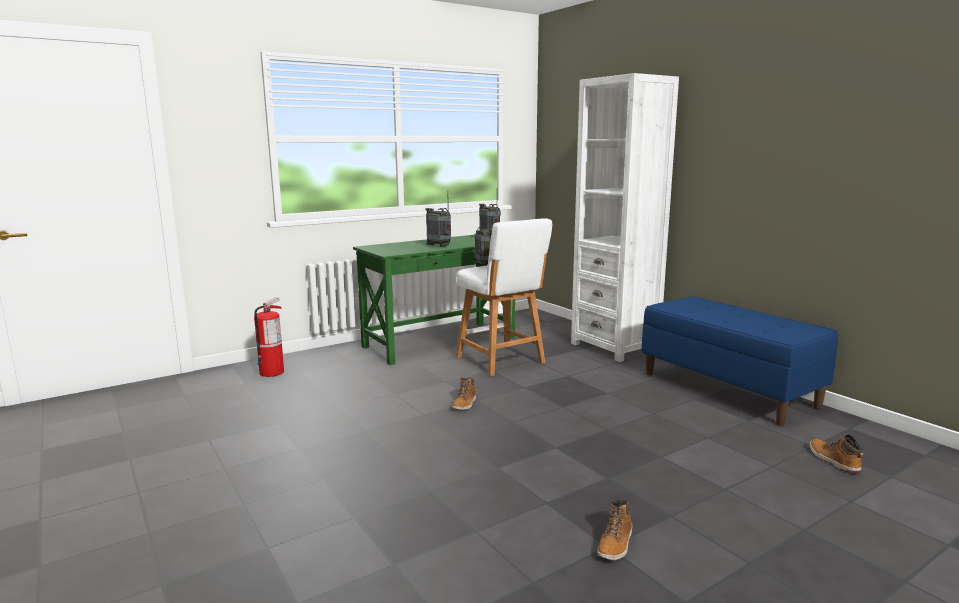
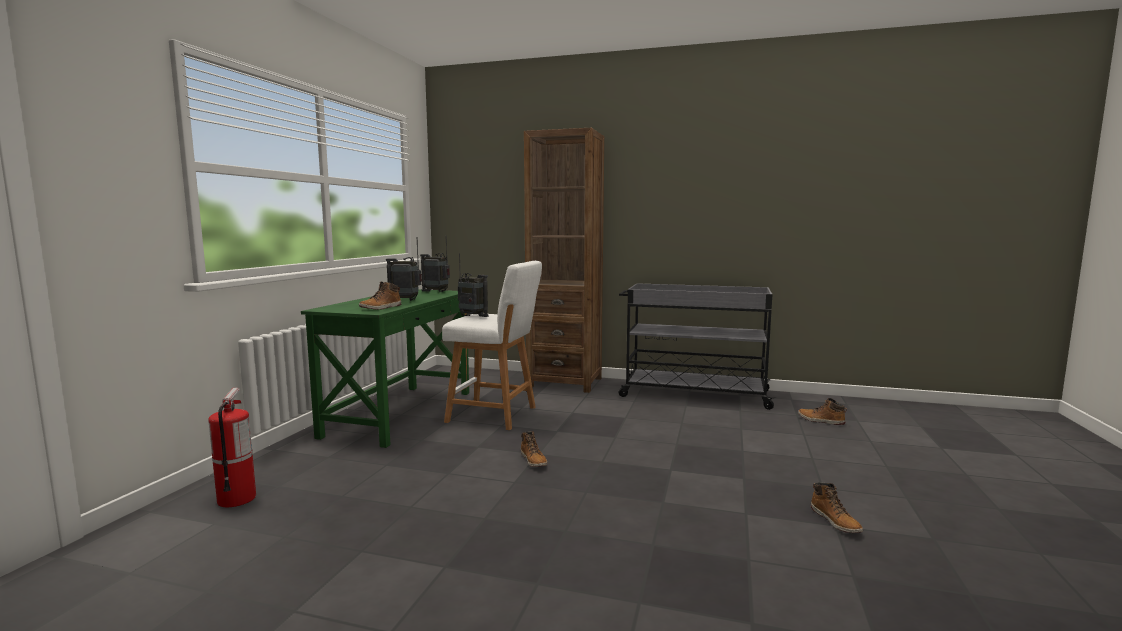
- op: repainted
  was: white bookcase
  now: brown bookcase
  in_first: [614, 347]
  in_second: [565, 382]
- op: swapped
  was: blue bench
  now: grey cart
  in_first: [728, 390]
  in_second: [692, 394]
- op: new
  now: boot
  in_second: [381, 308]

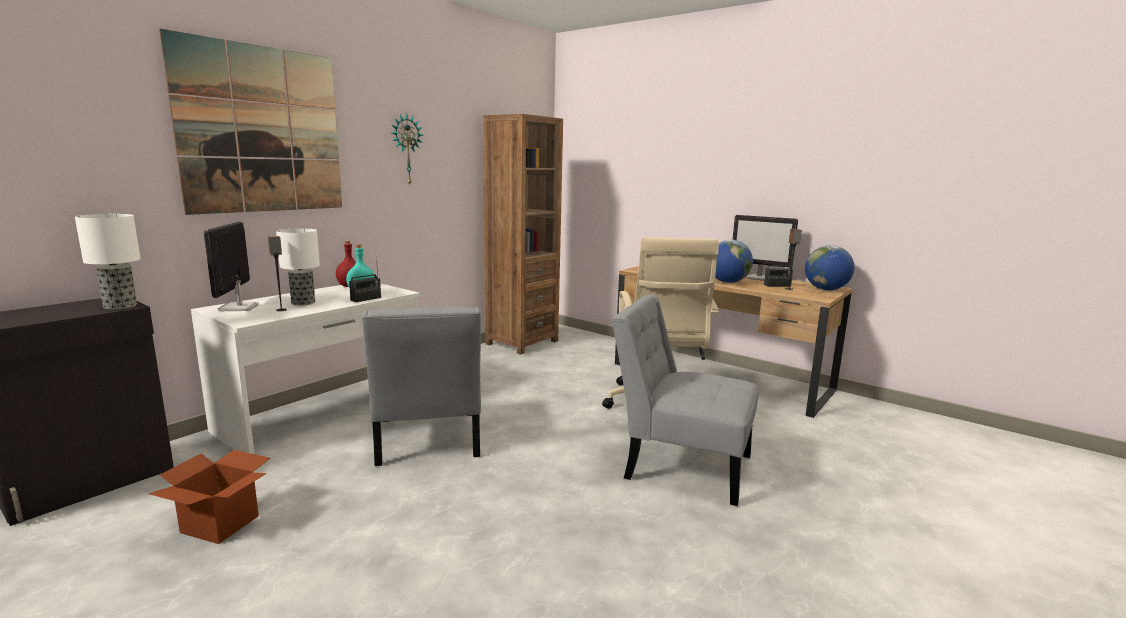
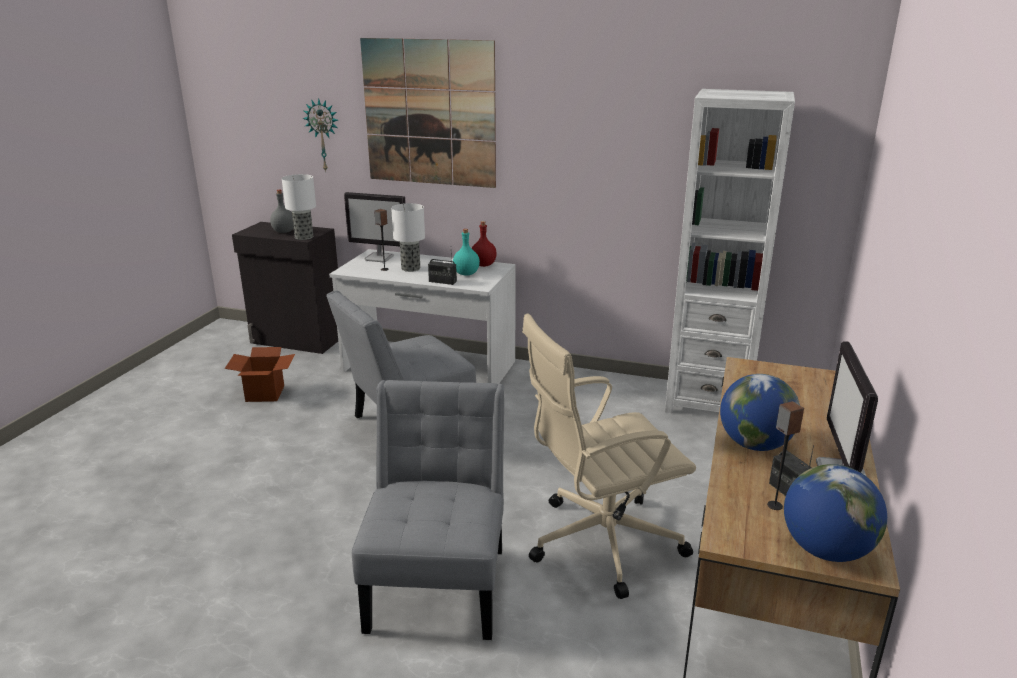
- op: rotated
  was: monitor
  in_first: [238, 308]
  in_second: [380, 258]
  clockwise: -135
- op: shifted
  was: wall clock
  in_first: [406, 150]
  in_second: [323, 135]
- op: repainted
  was: brown bookcase
  now: white bookcase
  in_first: [521, 342]
  in_second: [708, 402]
- op: new
  now: grey bottle
  in_second: [284, 231]

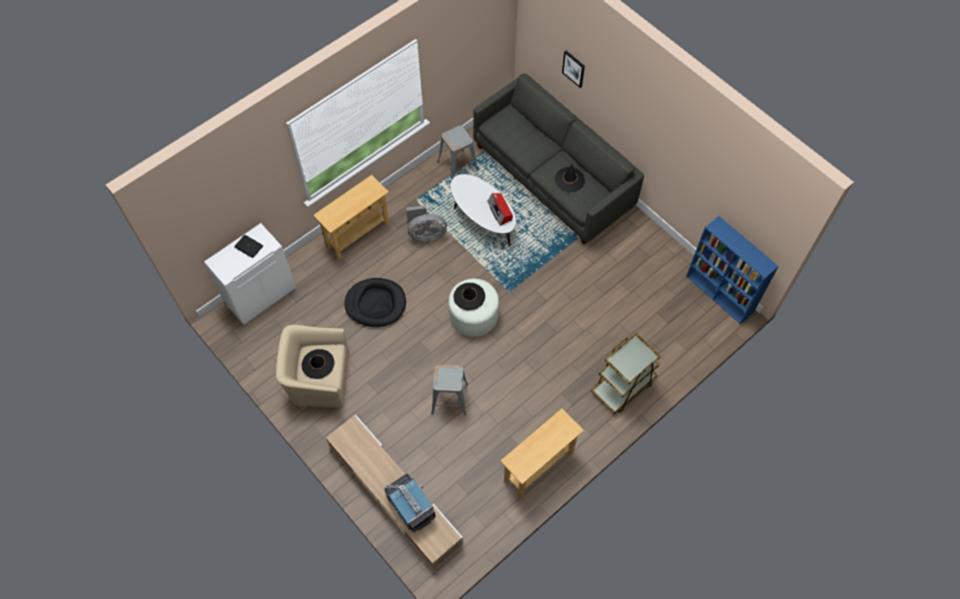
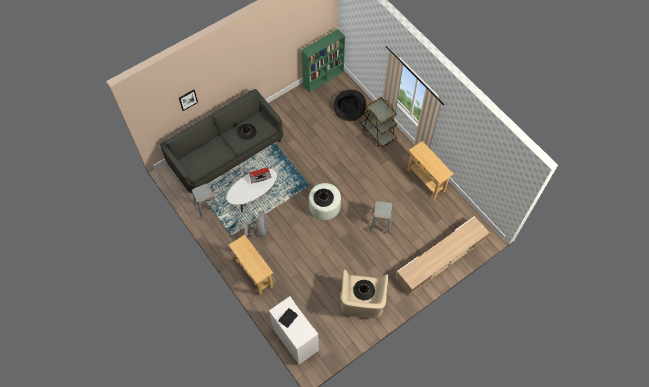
- op: shifted
  was: black dog bed
  in_first: [375, 304]
  in_second: [349, 106]
- op: gone
  was: television
  in_first: [410, 505]
- op: repainted
  was: blue bookcase
  now: green bookcase
  in_first: [720, 294]
  in_second: [323, 78]

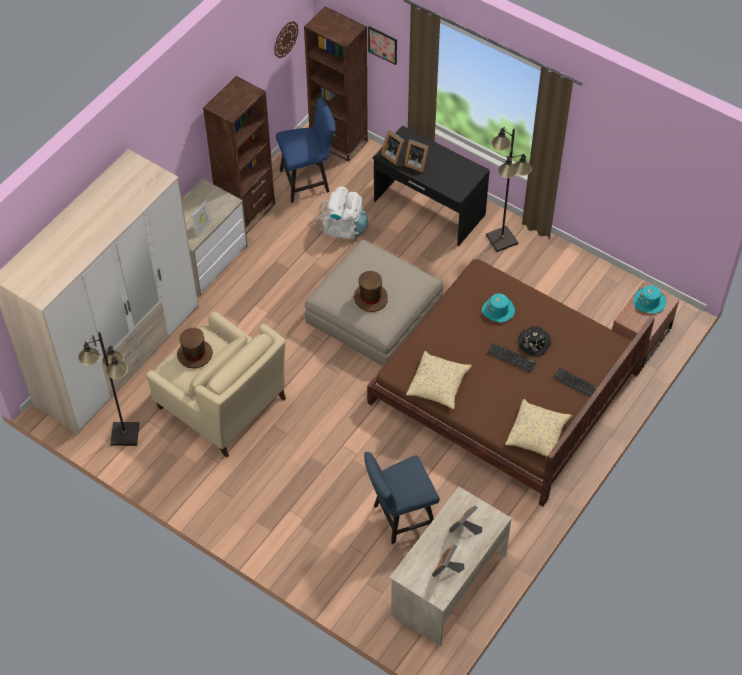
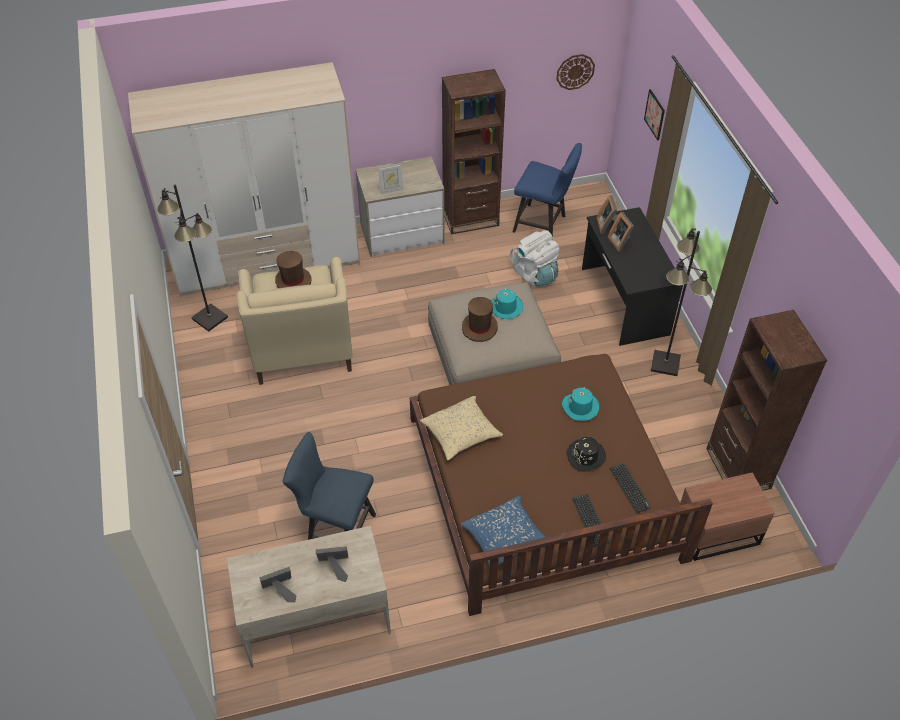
- op: shifted
  was: brown bookcase
  in_first: [338, 141]
  in_second: [738, 468]
- op: shifted
  was: keyboard
  in_first: [511, 357]
  in_second: [630, 488]
- op: repainted
  was: beige pillow
  now: blue pillow
  in_first: [537, 434]
  in_second: [505, 538]
- op: shifted
  was: turquoise hat
  in_first: [649, 302]
  in_second: [505, 307]

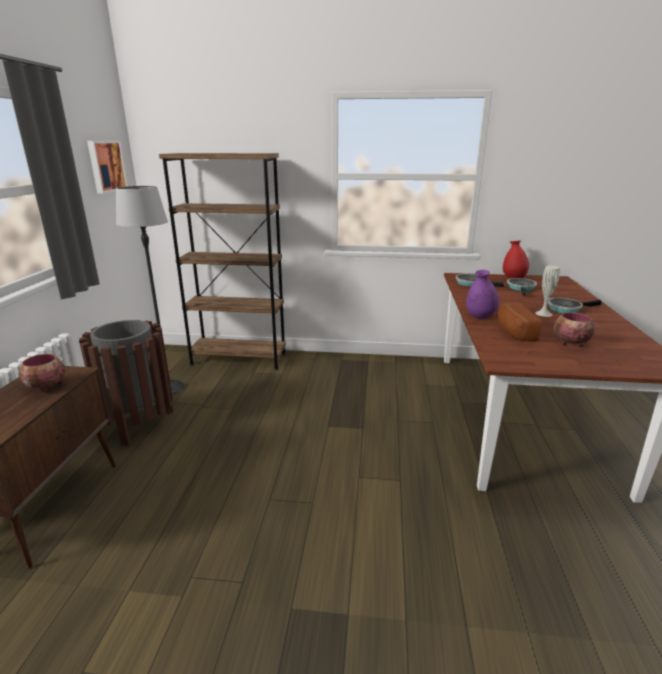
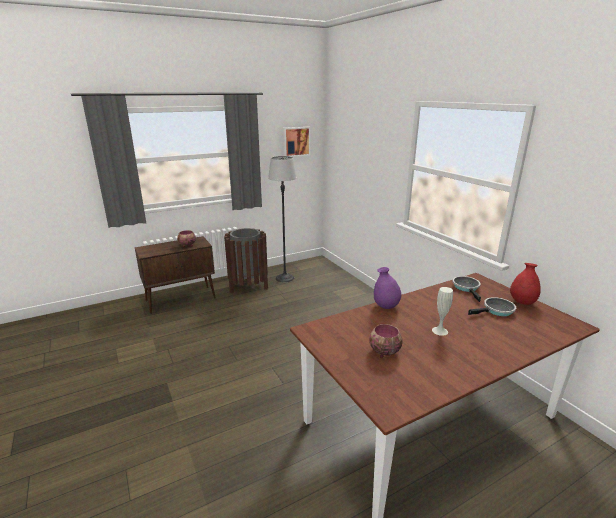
- op: gone
  was: brown bookcase
  in_first: [238, 358]
- op: gone
  was: bread
  in_first: [513, 332]
- op: gone
  was: frying pan
  in_first: [566, 309]

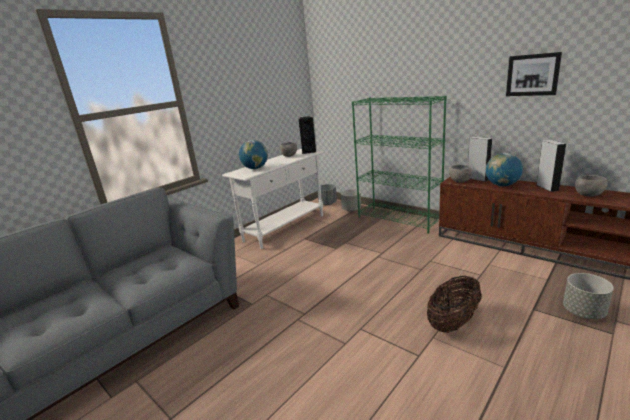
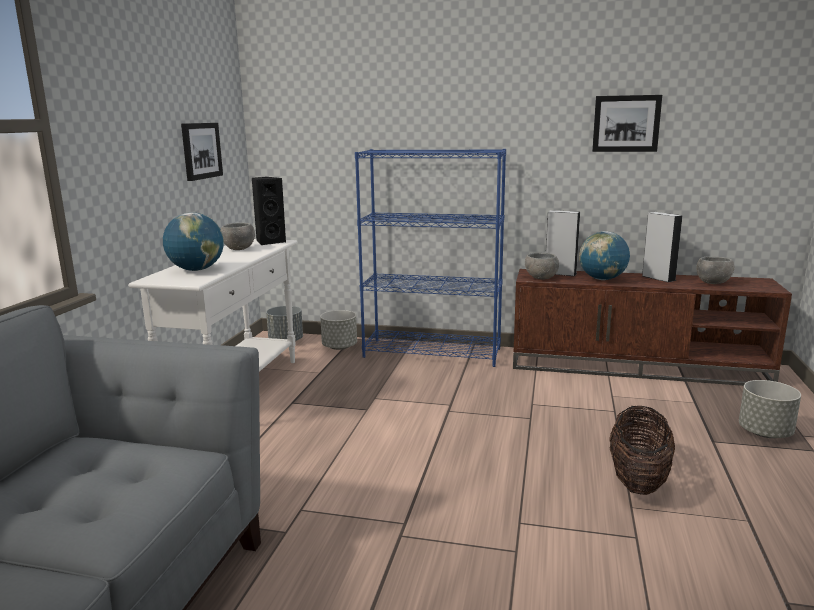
- op: repainted
  was: green bookcase
  now: blue bookcase
  in_first: [399, 219]
  in_second: [433, 352]
- op: new
  now: picture
  in_second: [201, 150]

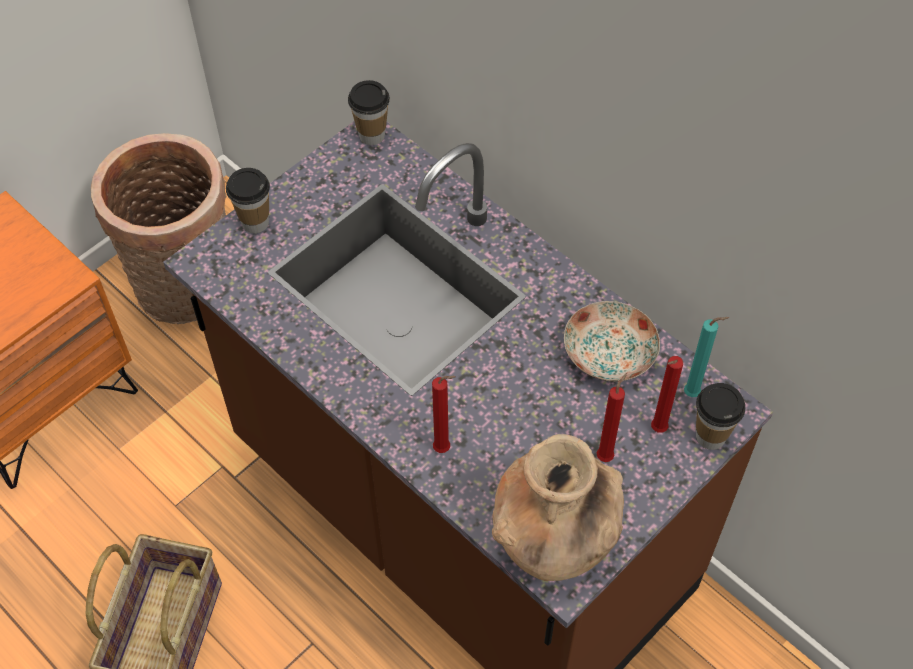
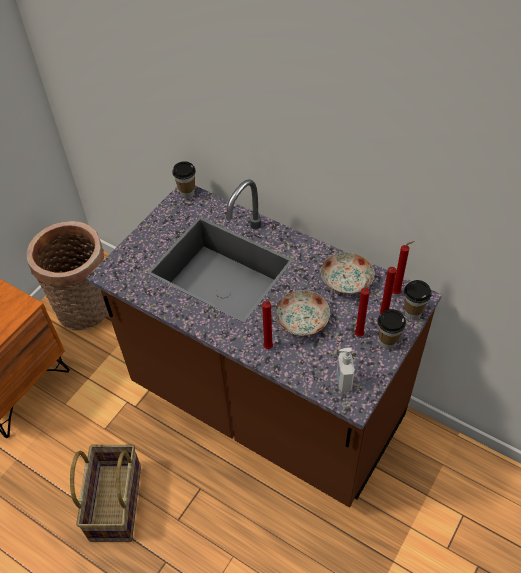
- op: shifted
  was: cup
  in_first: [255, 222]
  in_second: [387, 342]
- op: swapped
  was: brown vase
  now: soap dispenser
  in_first: [554, 537]
  in_second: [343, 382]
- op: repainted
  was: turquoise candle
  now: red candle
  in_first: [694, 394]
  in_second: [397, 293]
- op: new
  now: plate
  in_second: [301, 319]

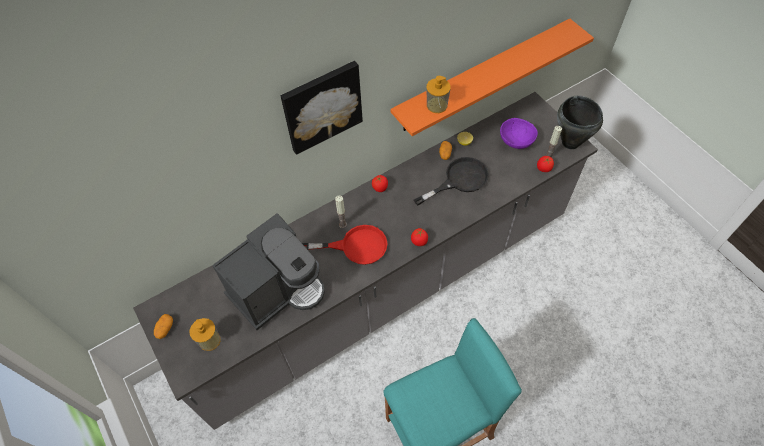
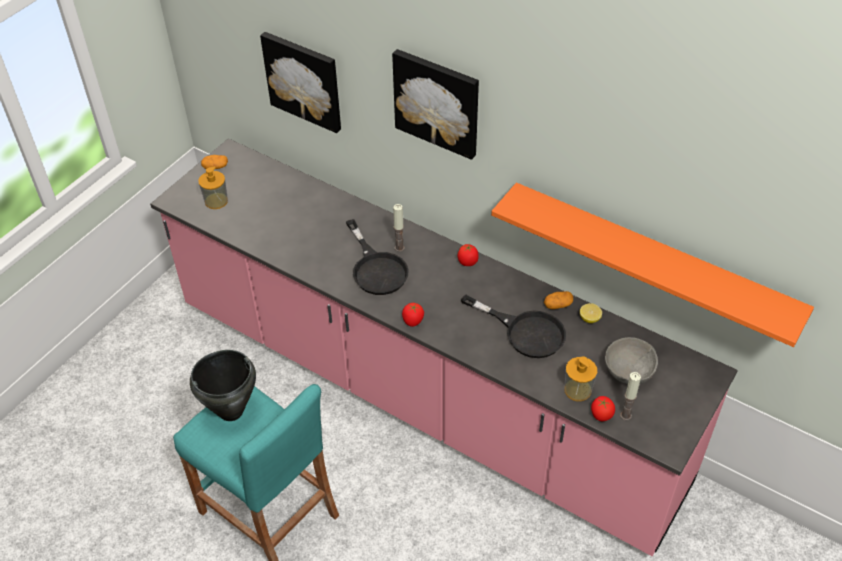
- op: repainted
  was: grey counter
  now: pink counter
  in_first: [384, 289]
  in_second: [422, 393]
- op: gone
  was: coffee machine
  in_first: [278, 289]
- op: repainted
  was: red frying pan
  now: black frying pan
  in_first: [355, 246]
  in_second: [376, 268]
- op: shifted
  was: soap dispenser
  in_first: [437, 105]
  in_second: [577, 390]
- op: repainted
  was: purple bowl
  now: grey bowl
  in_first: [515, 141]
  in_second: [628, 371]
- op: shifted
  was: black cooking pot
  in_first: [570, 143]
  in_second: [230, 411]
- op: new
  now: picture
  in_second: [304, 80]

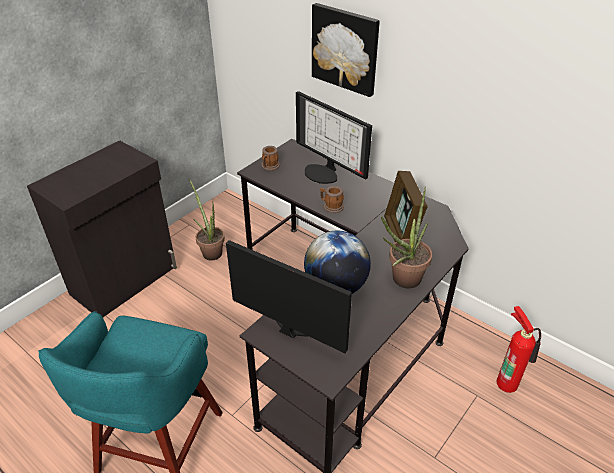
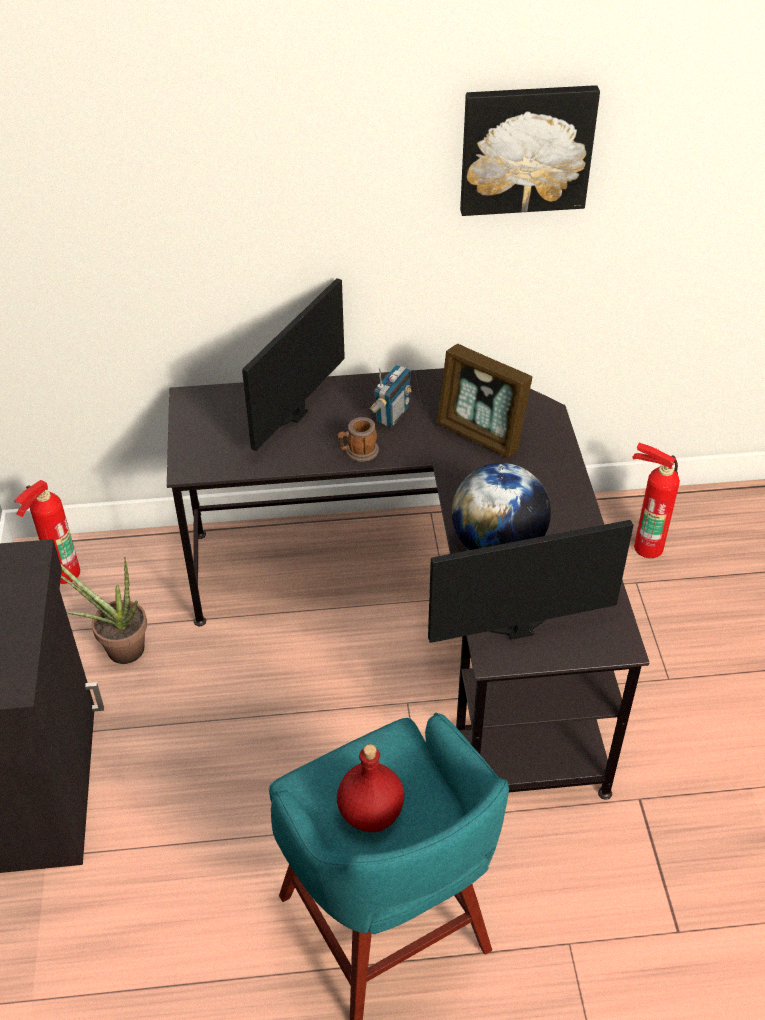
- op: gone
  was: mug
  in_first: [269, 166]
- op: rotated
  was: monitor
  in_first: [324, 172]
  in_second: [285, 411]
  clockwise: 120
- op: shifted
  was: picture
  in_first: [345, 49]
  in_second: [526, 149]
- op: gone
  was: potted plant
  in_first: [402, 281]
- op: new
  now: fire extinguisher
  in_second: [61, 573]
- op: new
  now: red bottle
  in_second: [371, 814]
- op: new
  now: radio
  in_second: [391, 414]

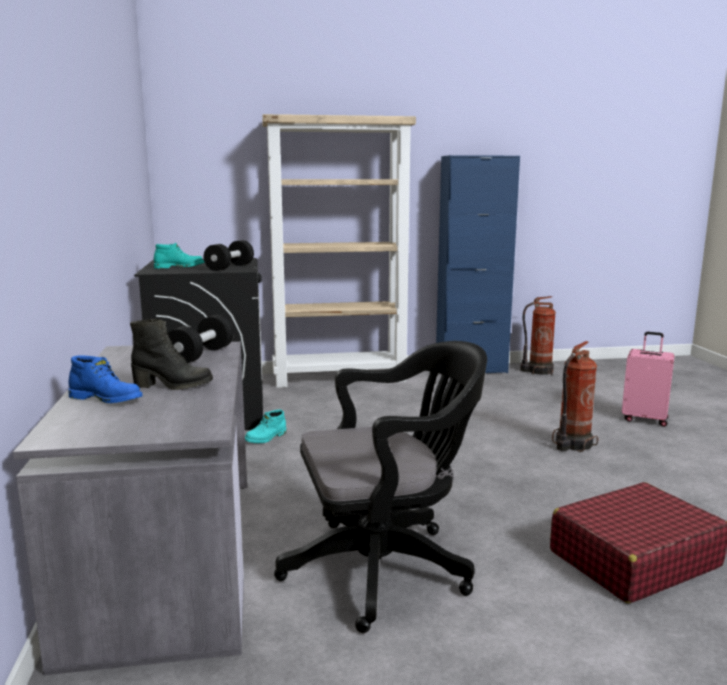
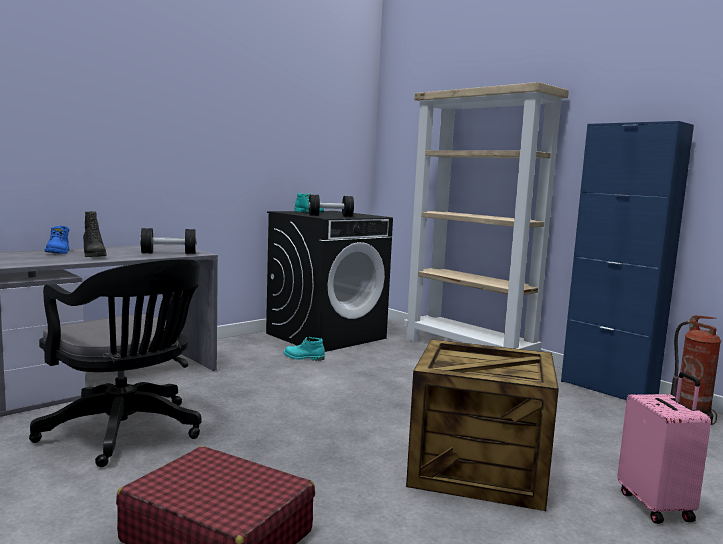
- op: swapped
  was: fire extinguisher
  now: crate
  in_first: [572, 444]
  in_second: [479, 469]

